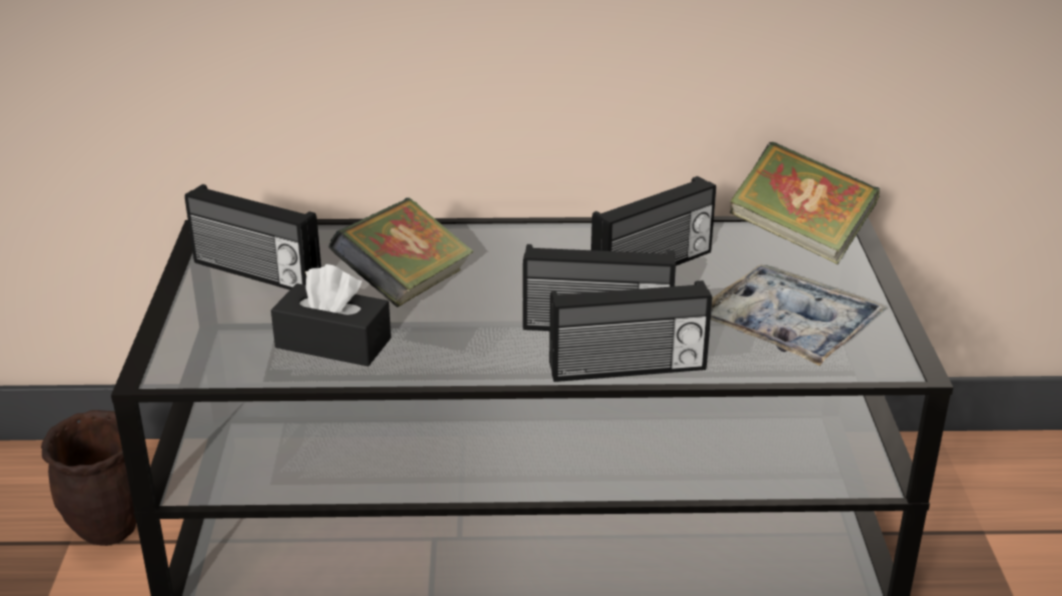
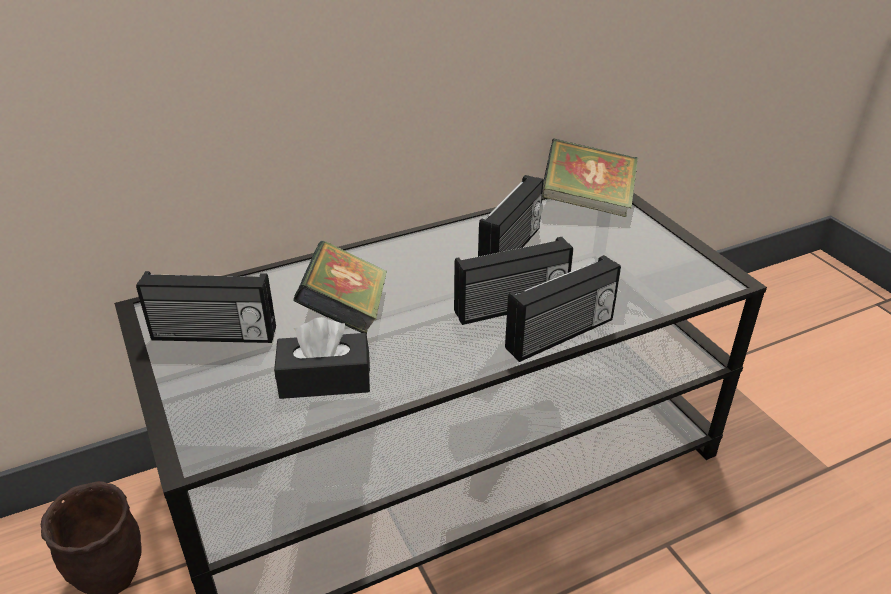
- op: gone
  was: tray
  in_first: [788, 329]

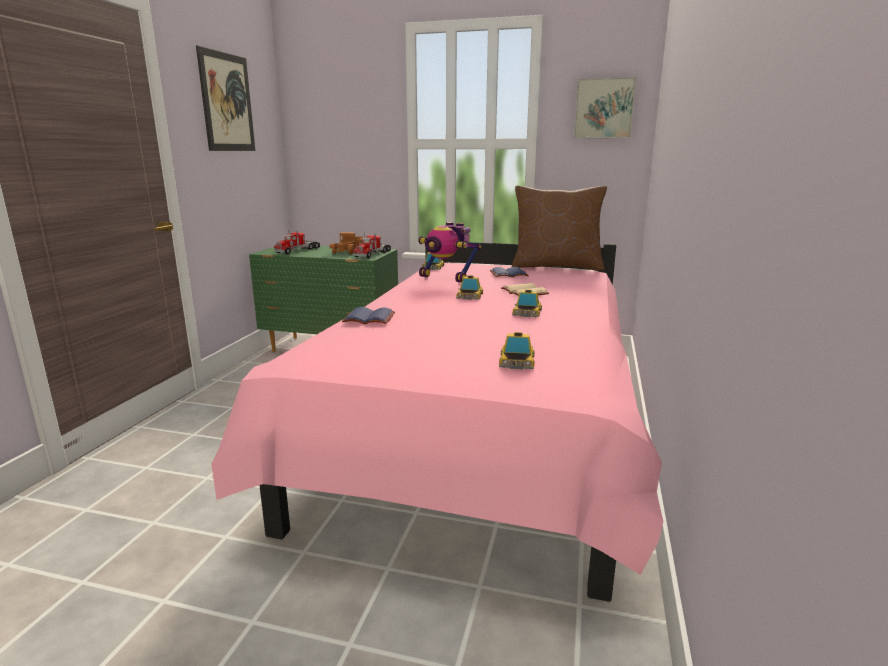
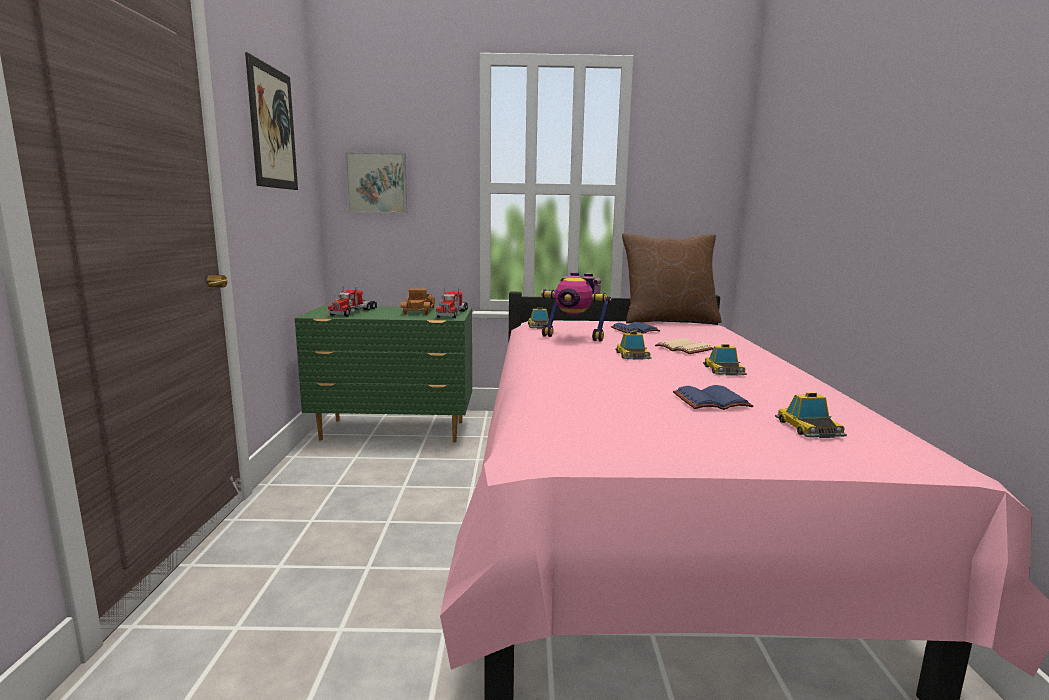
- op: shifted
  was: blue book
  in_first: [368, 319]
  in_second: [711, 402]
- op: shifted
  was: picture
  in_first: [604, 108]
  in_second: [377, 183]

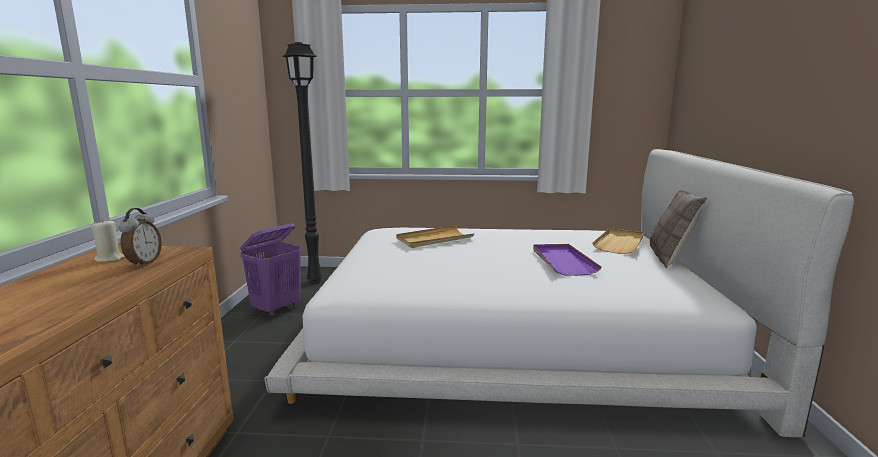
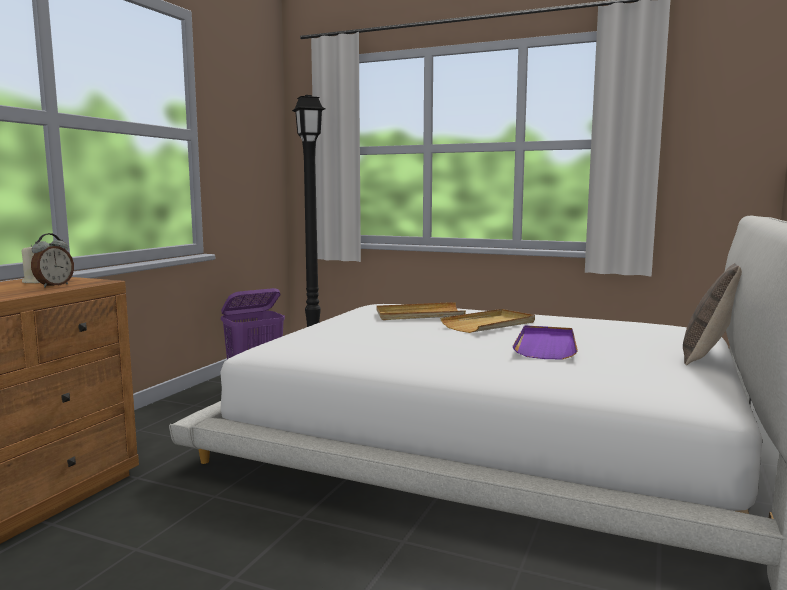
- op: shifted
  was: beige tray
  in_first: [619, 243]
  in_second: [489, 324]

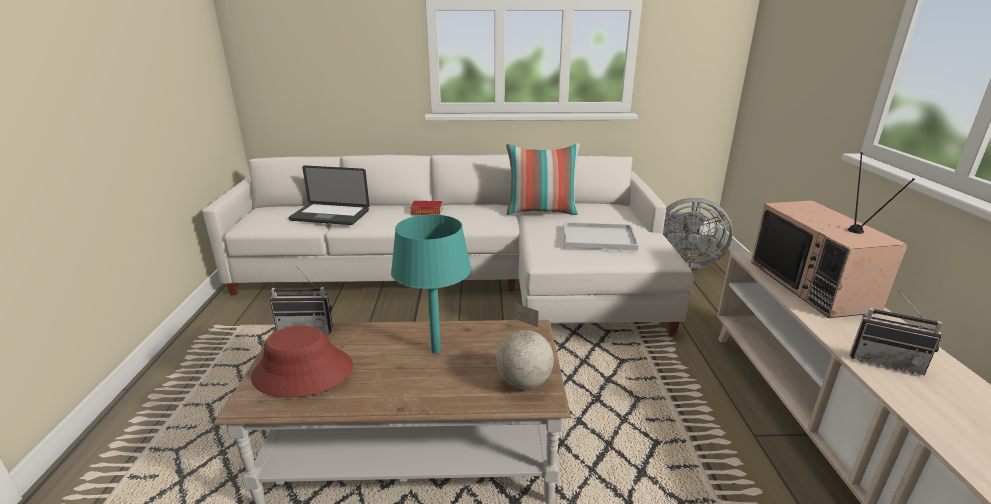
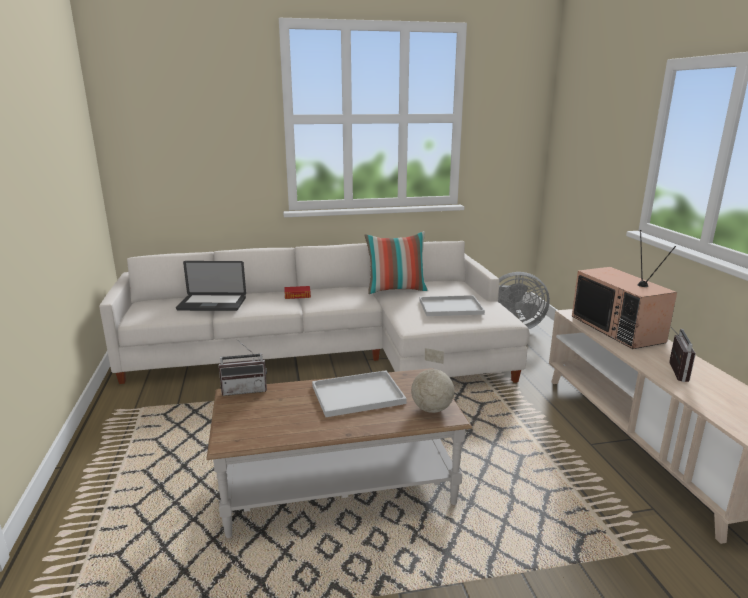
- op: gone
  was: red hat
  in_first: [302, 372]
- op: swapped
  was: turquoise table lamp
  now: white tray
  in_first: [436, 350]
  in_second: [356, 395]
- op: rotated
  was: radio
  in_first: [885, 360]
  in_second: [672, 371]
  clockwise: -90

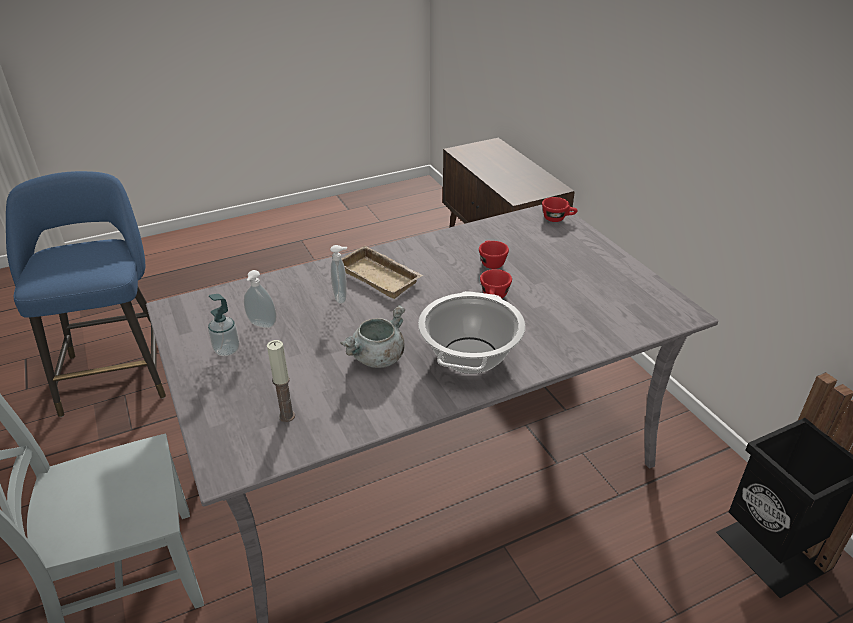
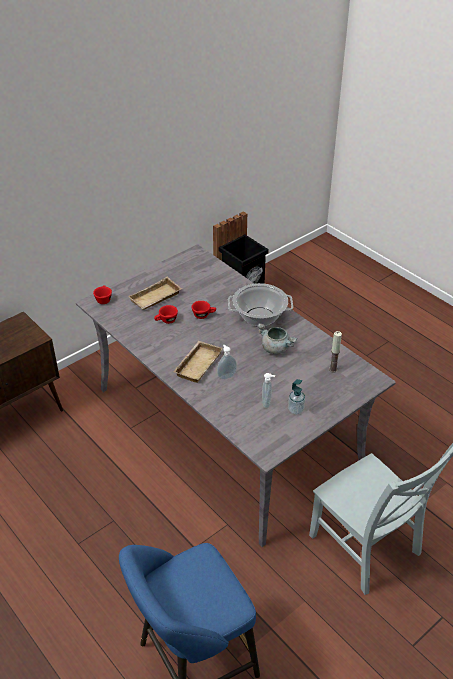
- op: new
  now: beige tray
  in_second: [155, 298]

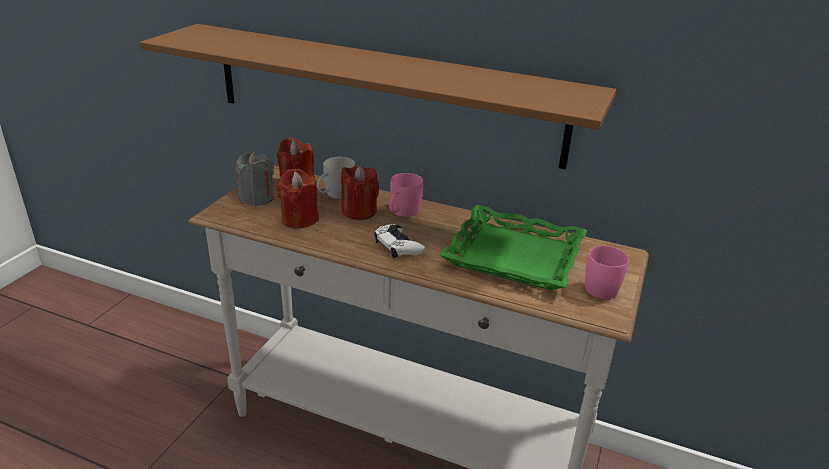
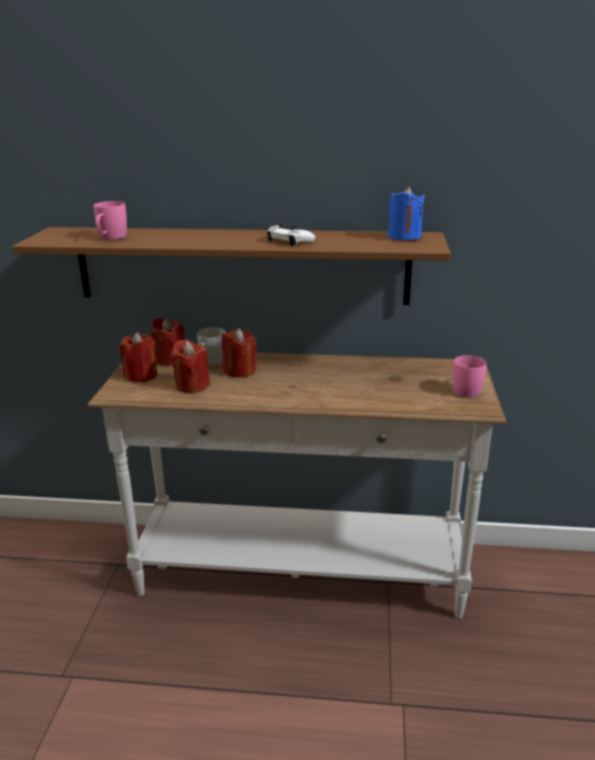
- op: repainted
  was: grey candle
  now: red candle
  in_first: [257, 198]
  in_second: [141, 376]
- op: shifted
  was: white game controller
  in_first: [398, 246]
  in_second: [289, 241]
- op: shifted
  was: pink mug
  in_first: [402, 213]
  in_second: [110, 238]
- op: gone
  was: green tray
  in_first: [513, 256]
- op: new
  now: blue candle
  in_second: [404, 237]

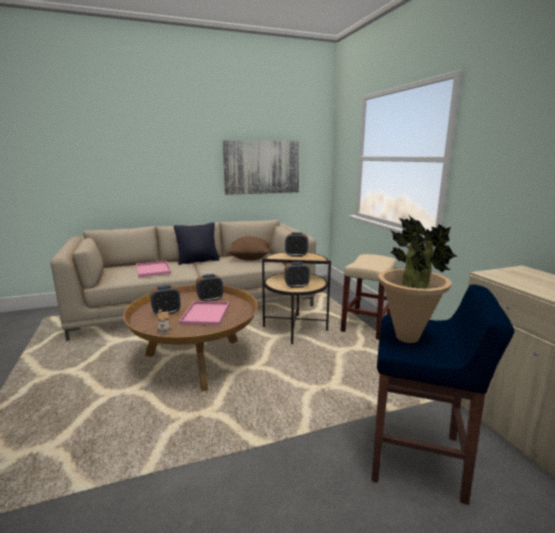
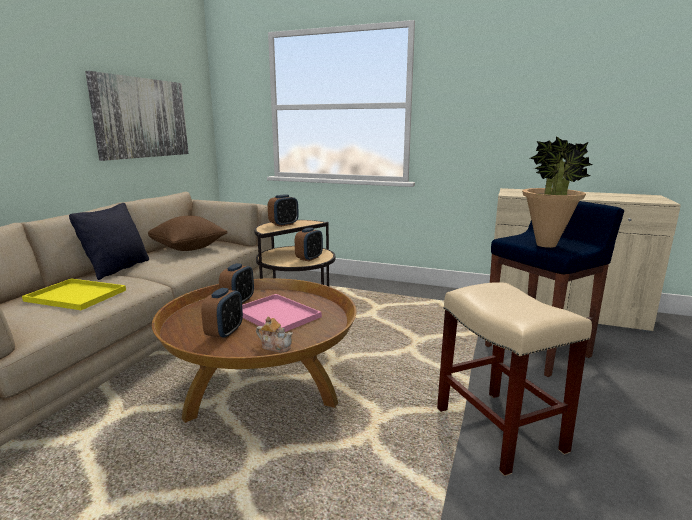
- op: repainted
  was: pink tray
  now: yellow tray
  in_first: [153, 270]
  in_second: [78, 295]
- op: shifted
  was: beige stool
  in_first: [367, 326]
  in_second: [500, 430]

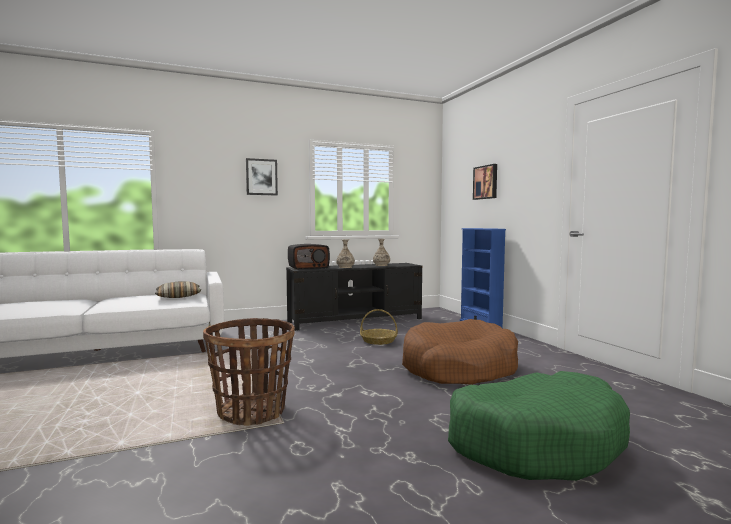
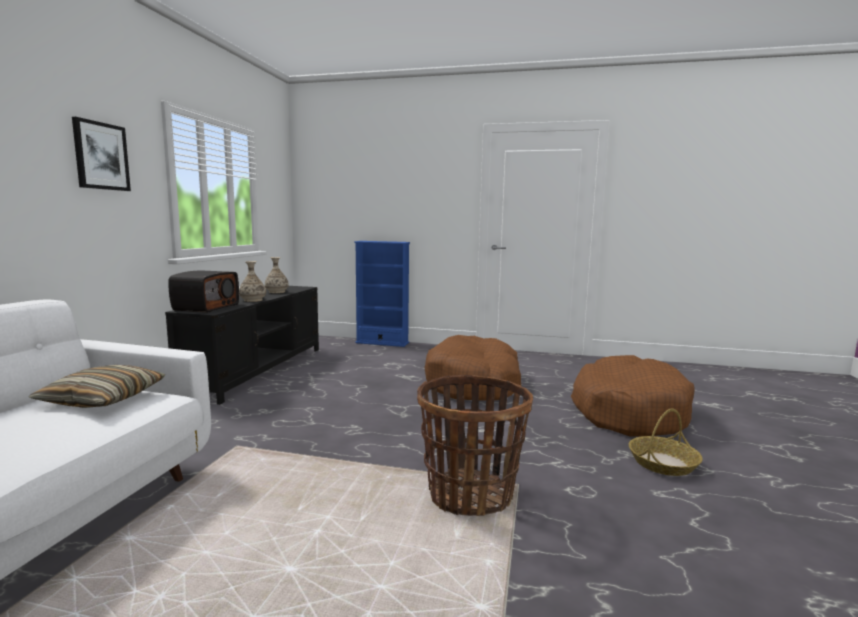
- op: shifted
  was: basket
  in_first: [379, 341]
  in_second: [663, 463]
- op: repainted
  was: green dog bed
  now: brown dog bed
  in_first: [534, 442]
  in_second: [628, 411]
- op: gone
  was: picture
  in_first: [486, 182]

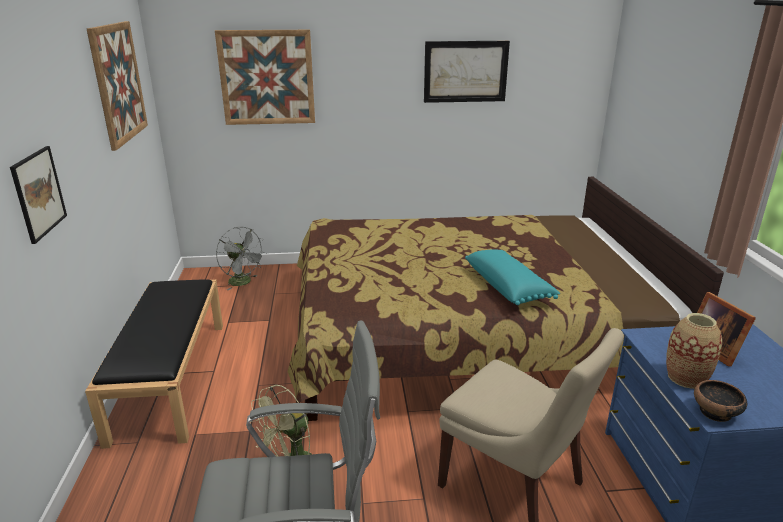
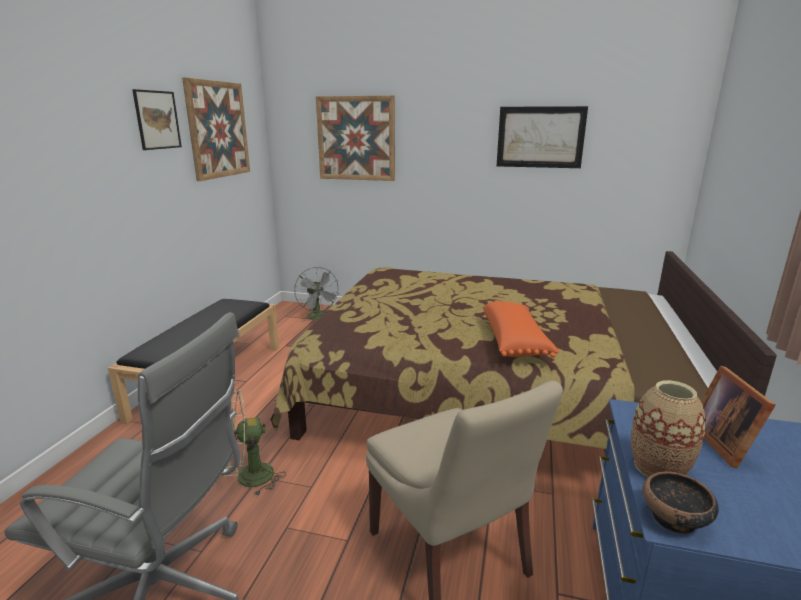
- op: shifted
  was: picture
  in_first: [38, 193]
  in_second: [157, 120]
- op: repainted
  was: turquoise pillow
  now: orange pillow
  in_first: [508, 287]
  in_second: [515, 342]

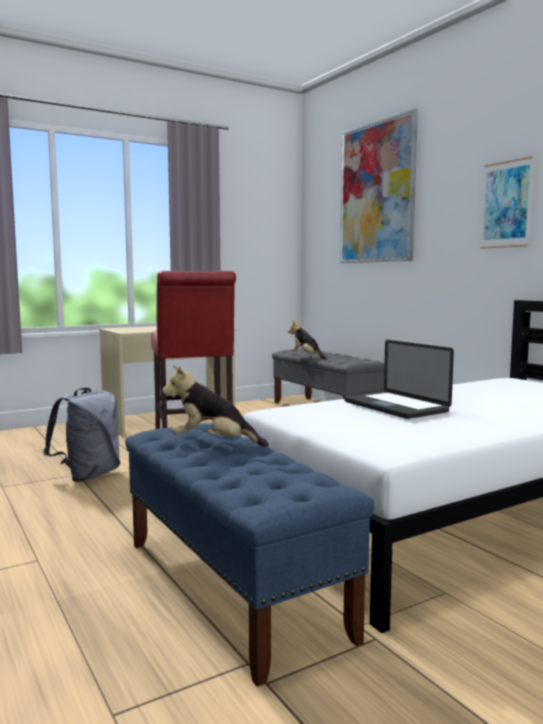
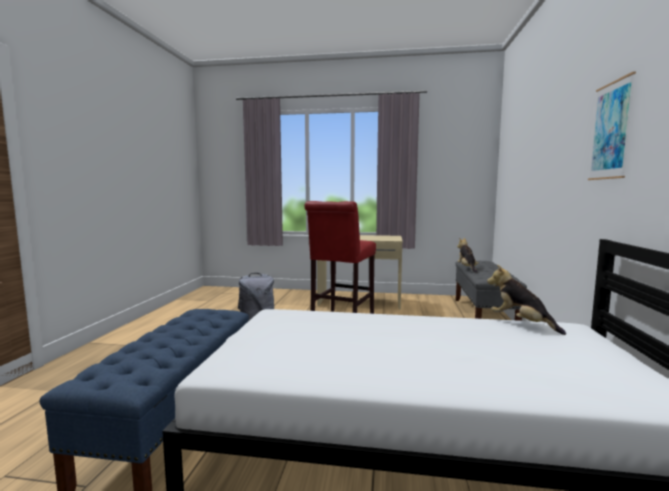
- op: shifted
  was: plush toy
  in_first: [213, 443]
  in_second: [521, 323]
- op: gone
  was: picture
  in_first: [376, 193]
- op: gone
  was: laptop
  in_first: [395, 407]

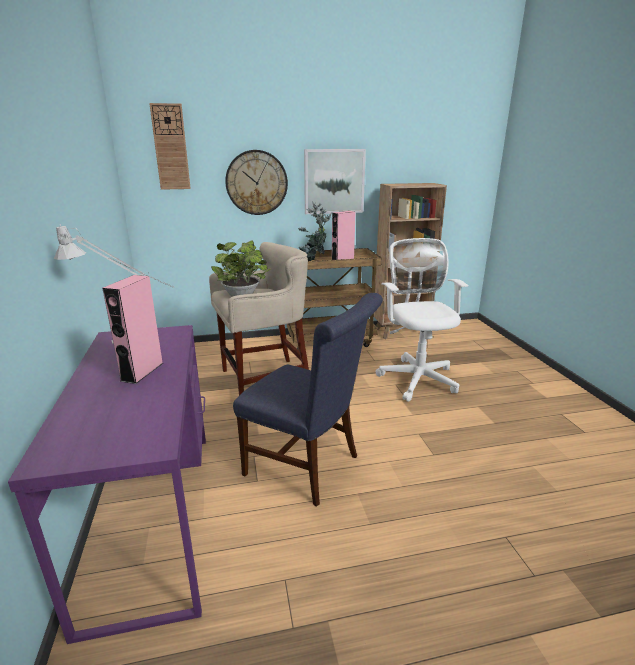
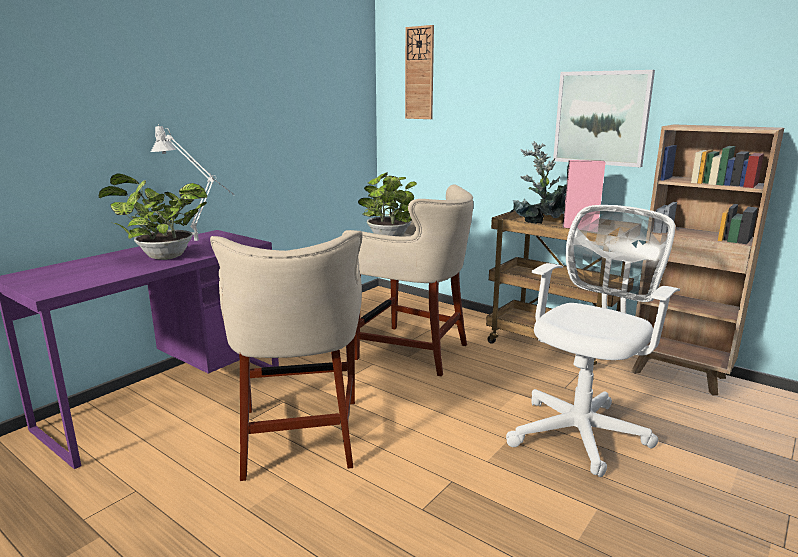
- op: swapped
  was: pink speaker
  now: potted plant
  in_first: [142, 371]
  in_second: [161, 257]
- op: gone
  was: wall clock
  in_first: [256, 183]
- op: swapped
  was: blue chair
  now: beige stool
  in_first: [308, 466]
  in_second: [300, 435]

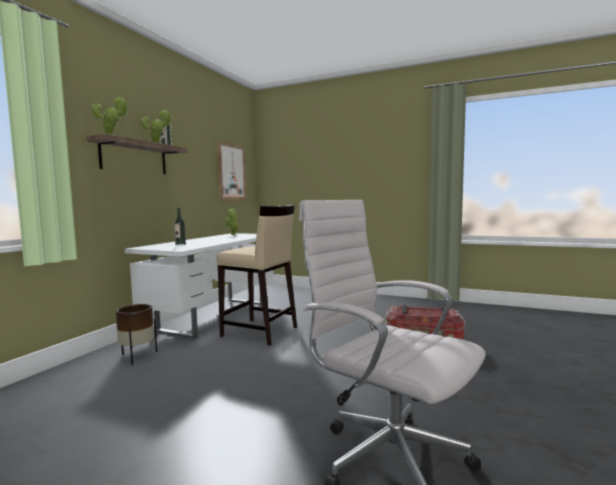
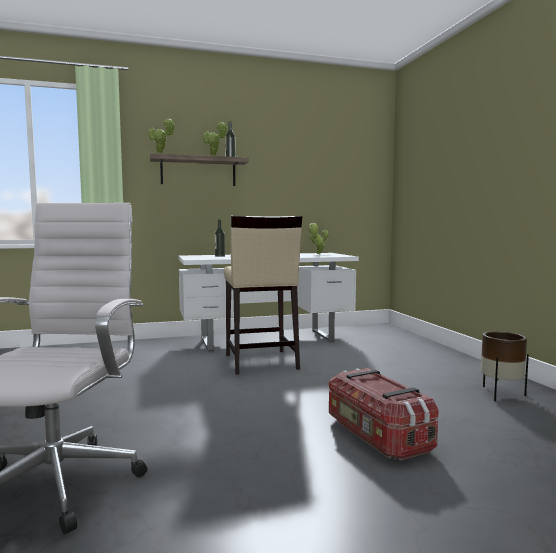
- op: shifted
  was: brown planter
  in_first: [137, 357]
  in_second: [501, 394]
- op: gone
  was: picture
  in_first: [232, 172]

